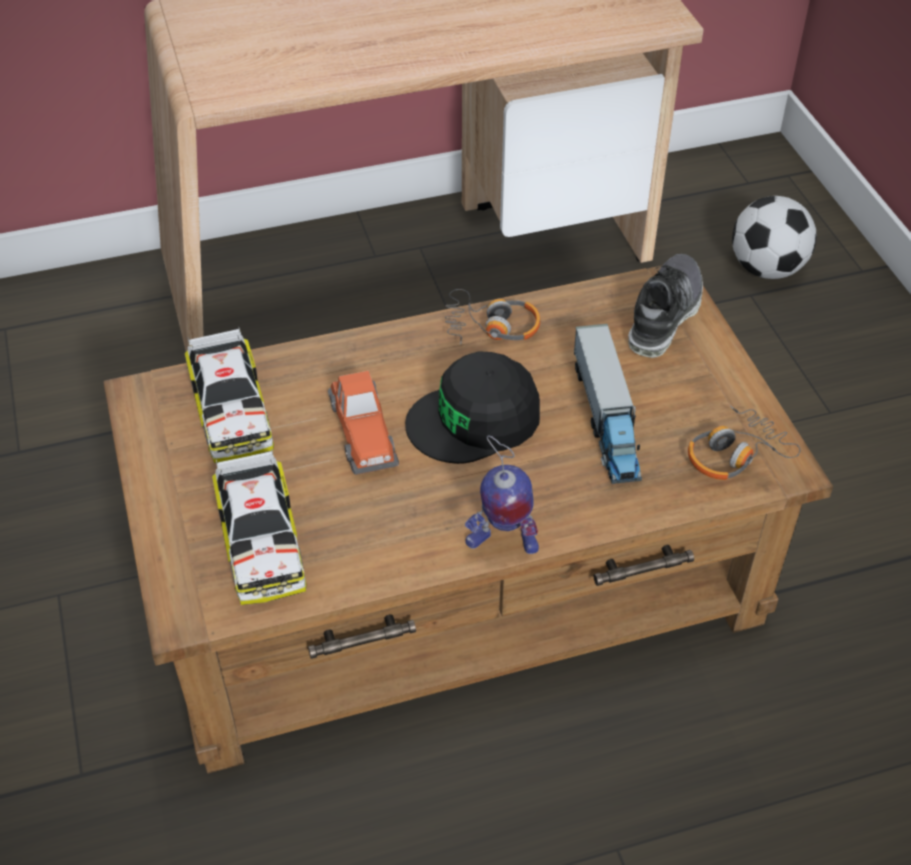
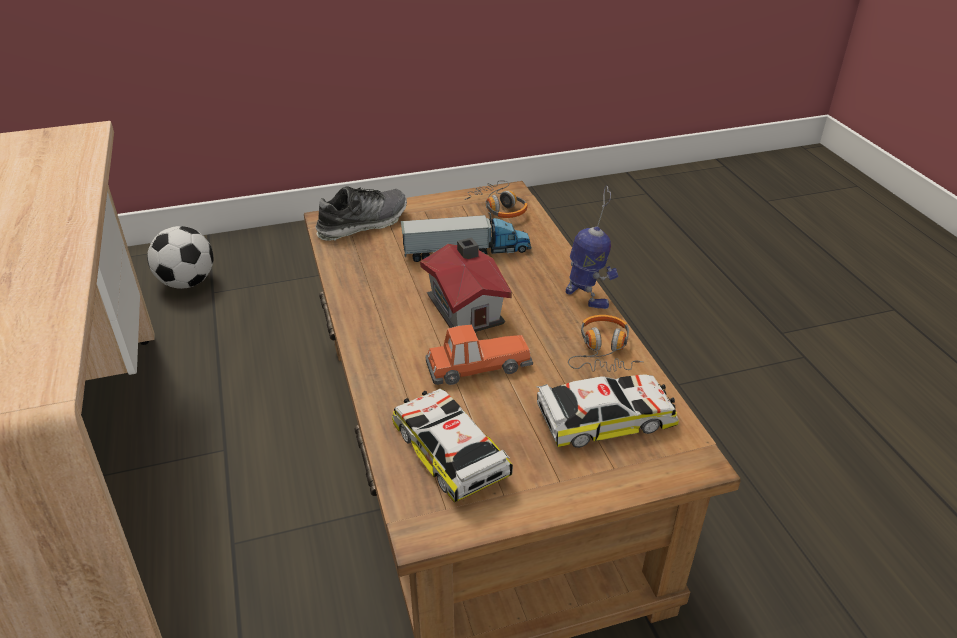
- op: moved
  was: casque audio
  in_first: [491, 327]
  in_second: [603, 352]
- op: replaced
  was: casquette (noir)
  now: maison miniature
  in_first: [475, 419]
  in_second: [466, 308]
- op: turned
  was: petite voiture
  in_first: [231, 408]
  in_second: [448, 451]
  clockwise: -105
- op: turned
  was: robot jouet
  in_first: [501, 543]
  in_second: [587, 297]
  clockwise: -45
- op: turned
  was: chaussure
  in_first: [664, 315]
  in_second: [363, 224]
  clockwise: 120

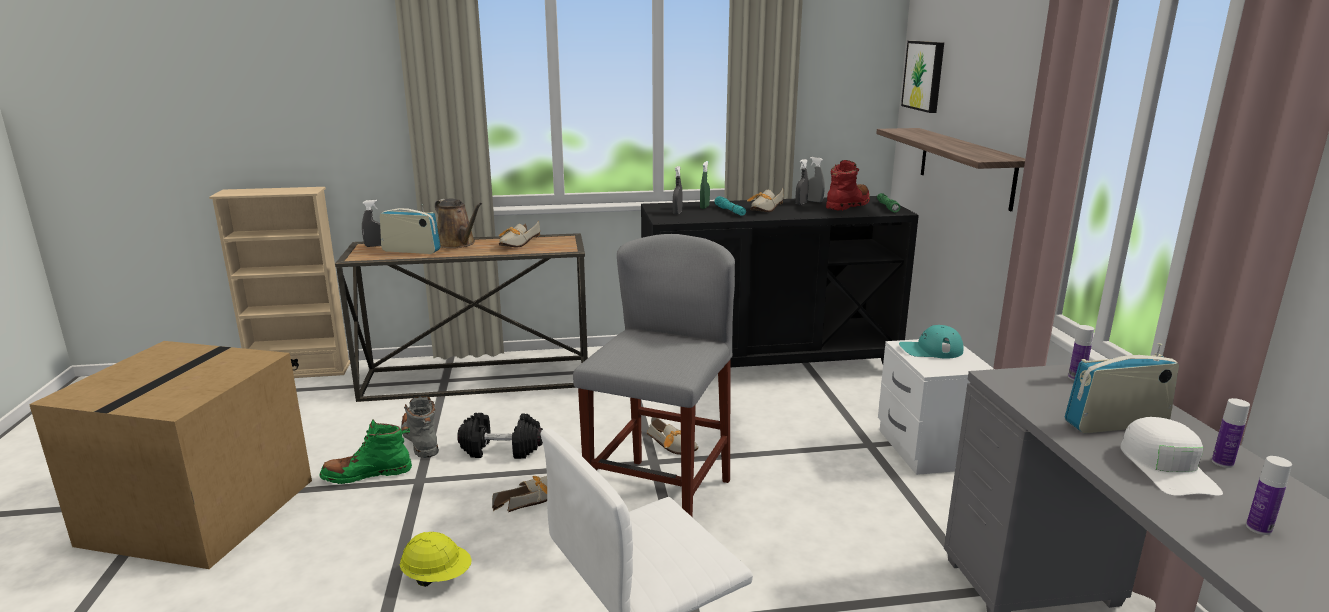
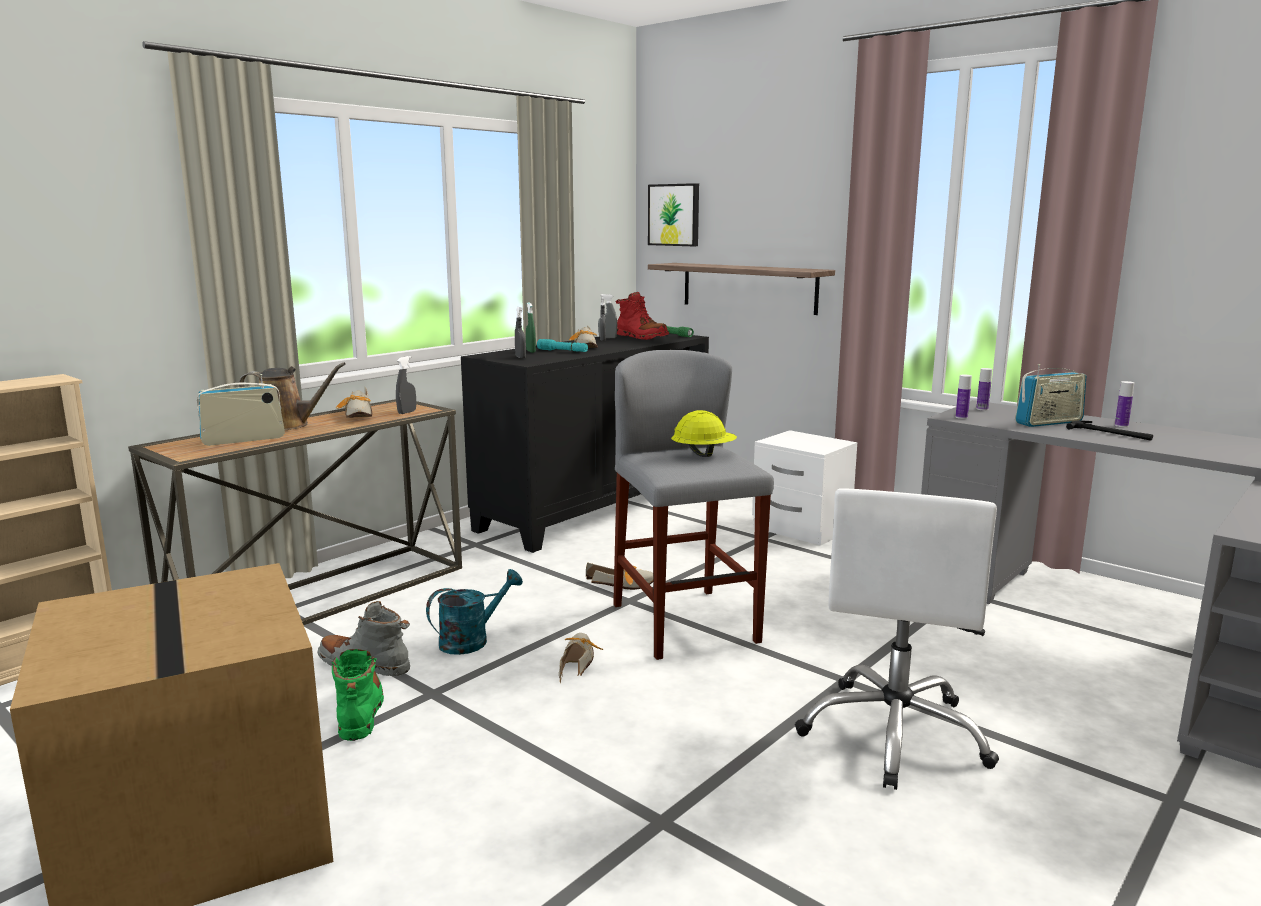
- op: removed
  was: casquette (turquoise)
  in_first: [930, 349]
- op: moved
  was: vaporisateur (gris)
  in_first: [375, 246]
  in_second: [407, 412]
- op: moved
  was: casque de chantier (jaune)
  in_first: [437, 577]
  in_second: [703, 454]
- op: moved
  was: bouteille
  in_first: [1258, 528]
  in_second: [961, 417]
- op: replaced
  was: haltère (noir)
  now: arrosoir (turquoise)
  in_first: [502, 449]
  in_second: [472, 640]
- op: replaced
  was: casquette (blanc)
  now: marteau
  in_first: [1166, 468]
  in_second: [1110, 433]
- op: turned
  was: botte (vert)
  in_first: [367, 474]
  in_second: [360, 711]
  clockwise: 135
- op: turned
  was: botte (rouge)
  in_first: [848, 205]
  in_second: [641, 337]
  clockwise: 135
- op: turned
  was: radio
  in_first: [1115, 424]
  in_second: [1048, 422]
  clockwise: -150

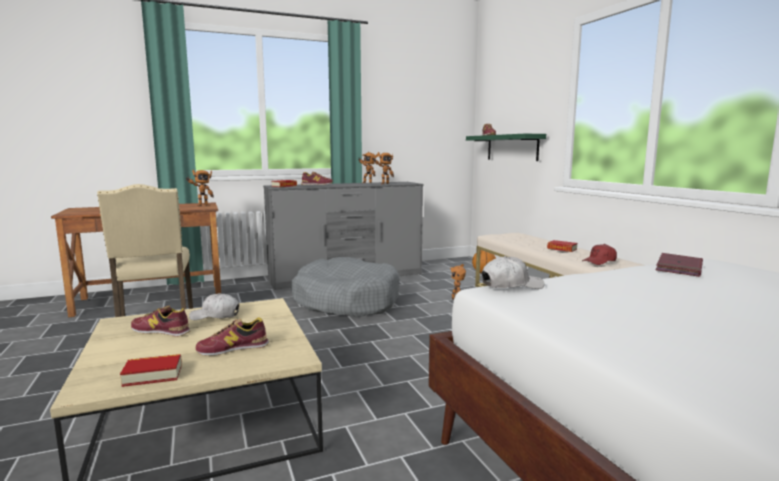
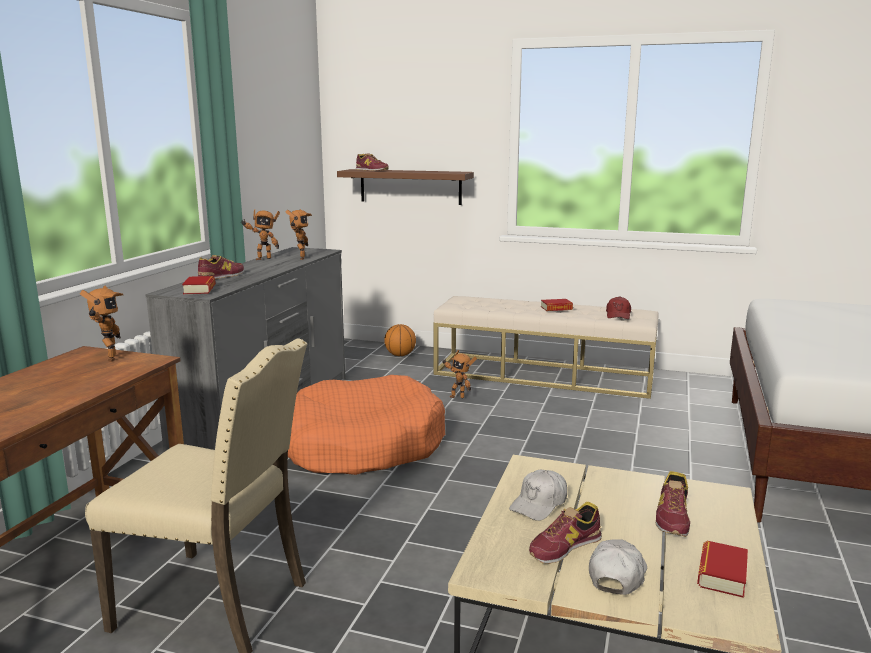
- op: removed
  was: livre (rouge)
  in_first: [679, 268]
- op: moved
  was: casquette (blanc)
  in_first: [511, 285]
  in_second: [617, 575]
- op: recoloured
  was: panier pour chien (gris)
  now: panier pour chien (orange)
  in_first: [346, 301]
  in_second: [361, 445]
- op: recoloured
  was: étagère (vert)
  now: étagère (marron)
  in_first: [512, 147]
  in_second: [410, 186]

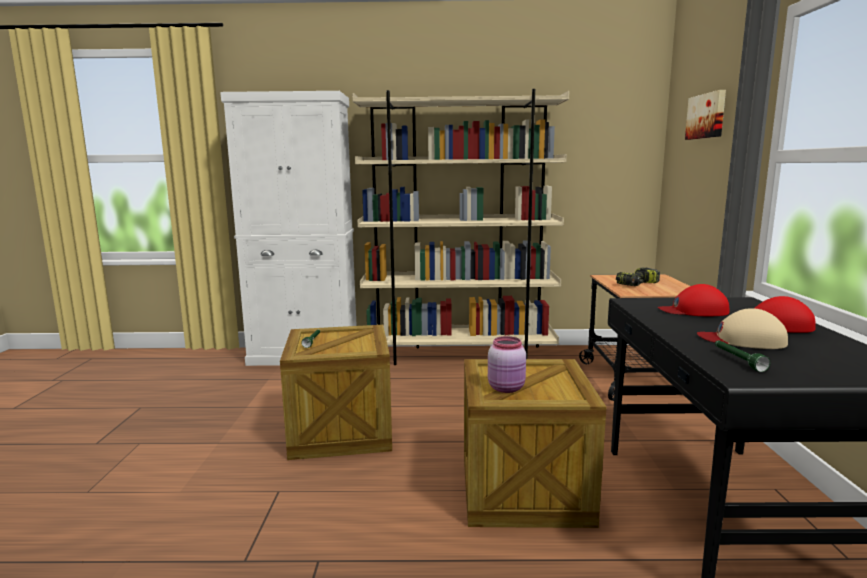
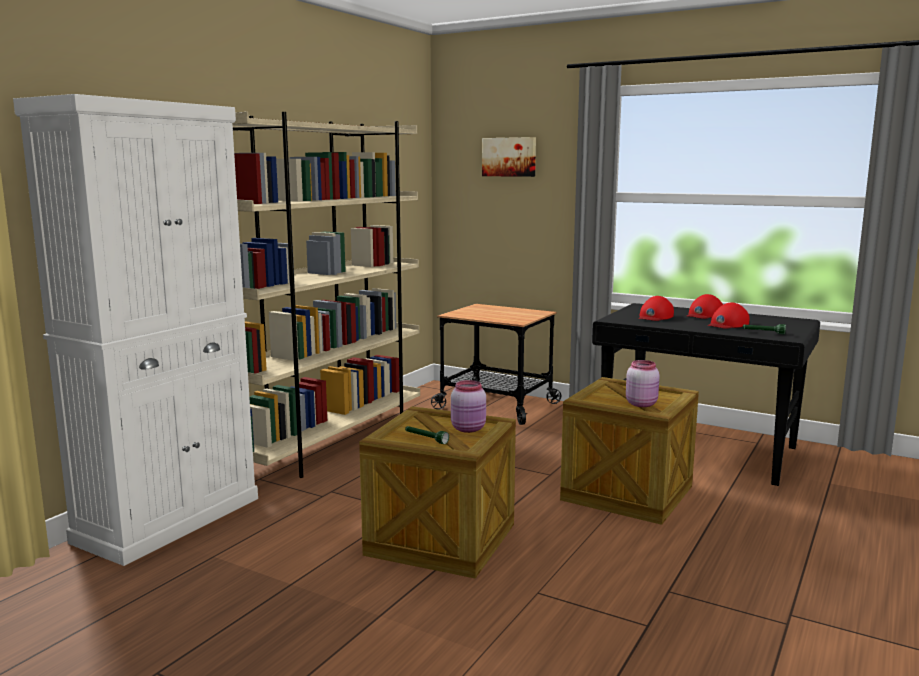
- op: removed
  was: perceuse
  in_first: [638, 284]
- op: added
  now: bocal (rose)
  in_second: [469, 429]
- op: recoloured
  was: casquette (beige)
  now: casquette (rouge)
  in_first: [742, 340]
  in_second: [727, 324]

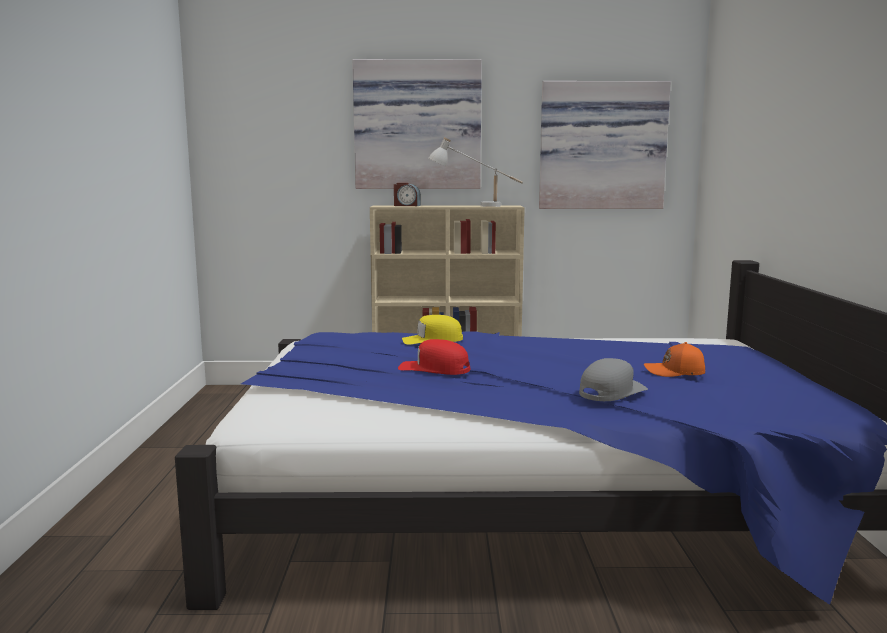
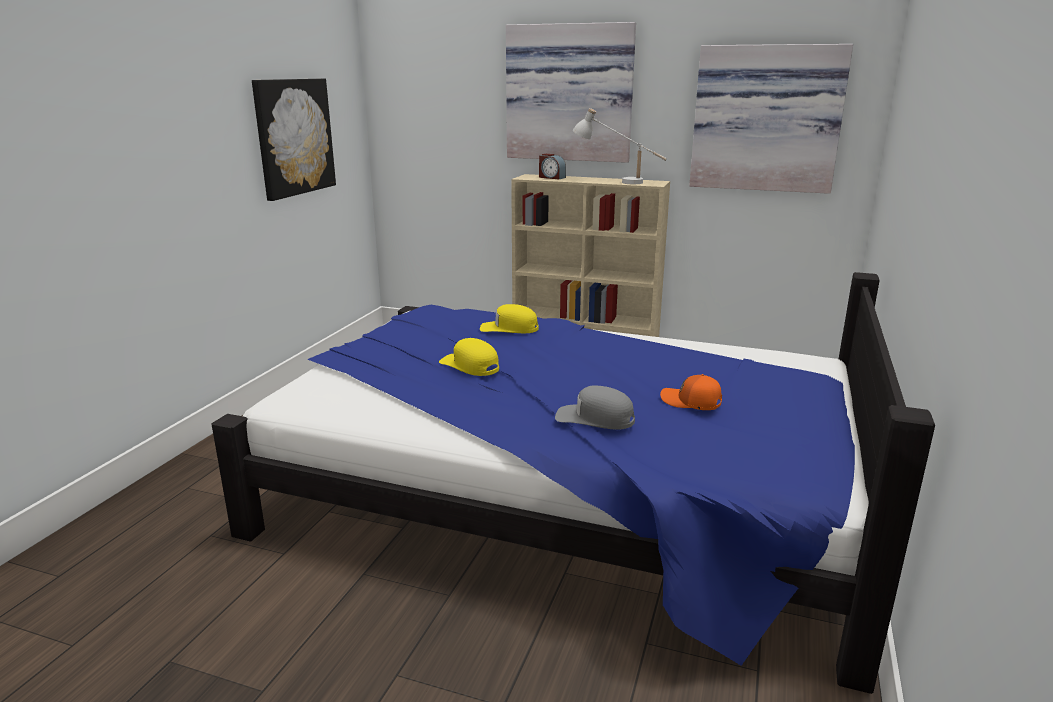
- op: added
  now: tableau
  in_second: [294, 137]
- op: recoloured
  was: casquette (rouge)
  now: casquette (jaune)
  in_first: [434, 369]
  in_second: [470, 365]
- op: turned
  was: casquette (gris)
  in_first: [611, 392]
  in_second: [595, 418]
  clockwise: -135

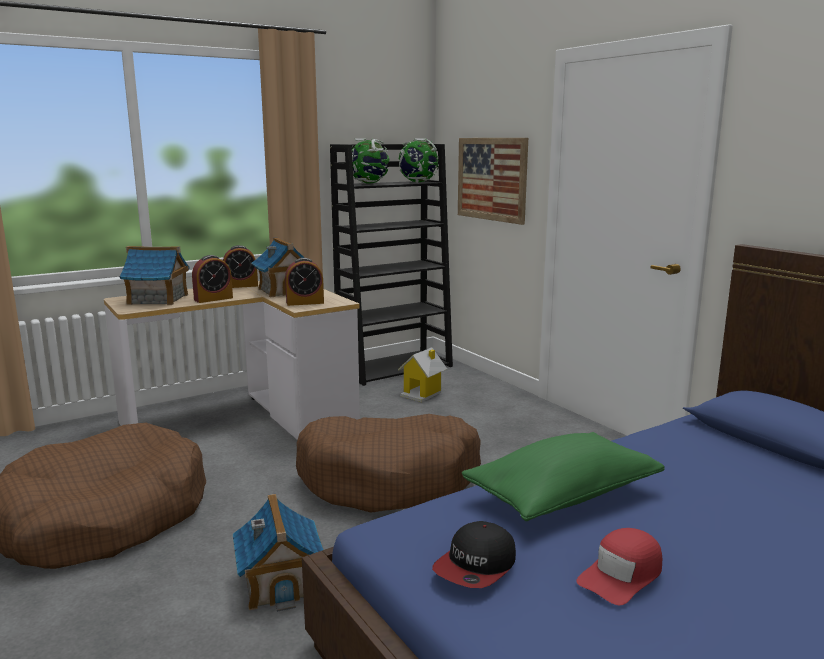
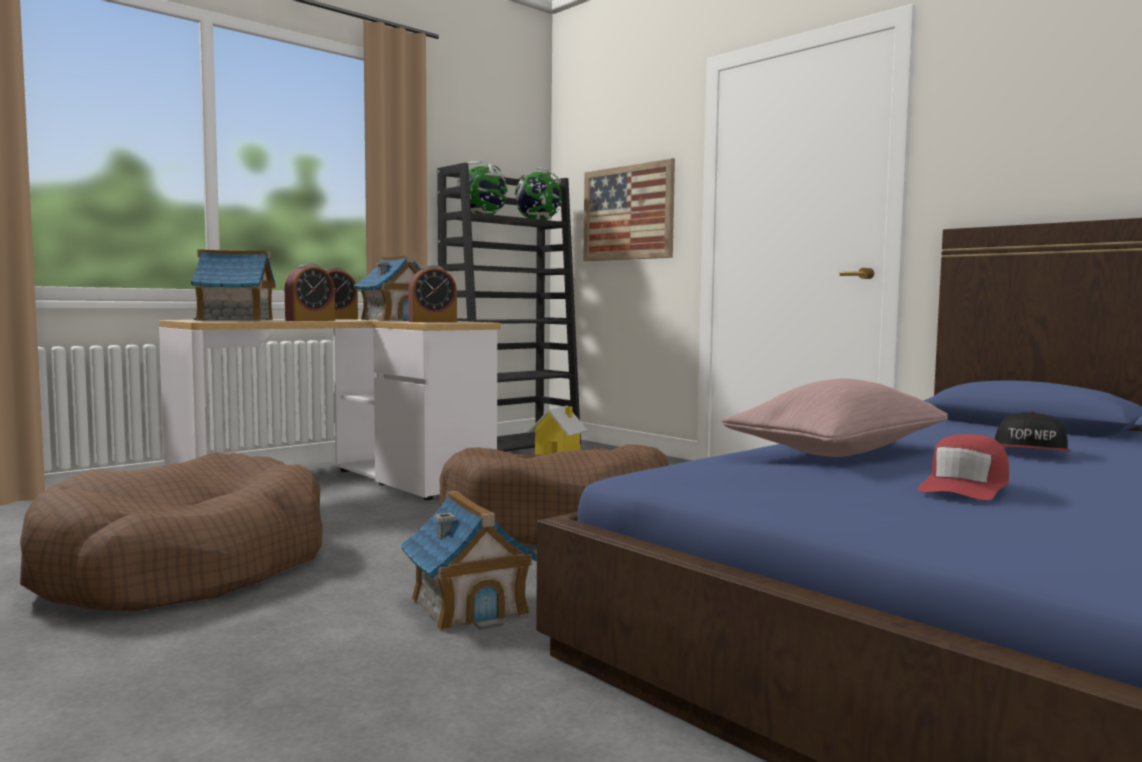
- op: moved
  was: casquette
  in_first: [476, 566]
  in_second: [1031, 451]
- op: recoloured
  was: coussin (vert)
  now: coussin (rose)
  in_first: [562, 496]
  in_second: [837, 453]

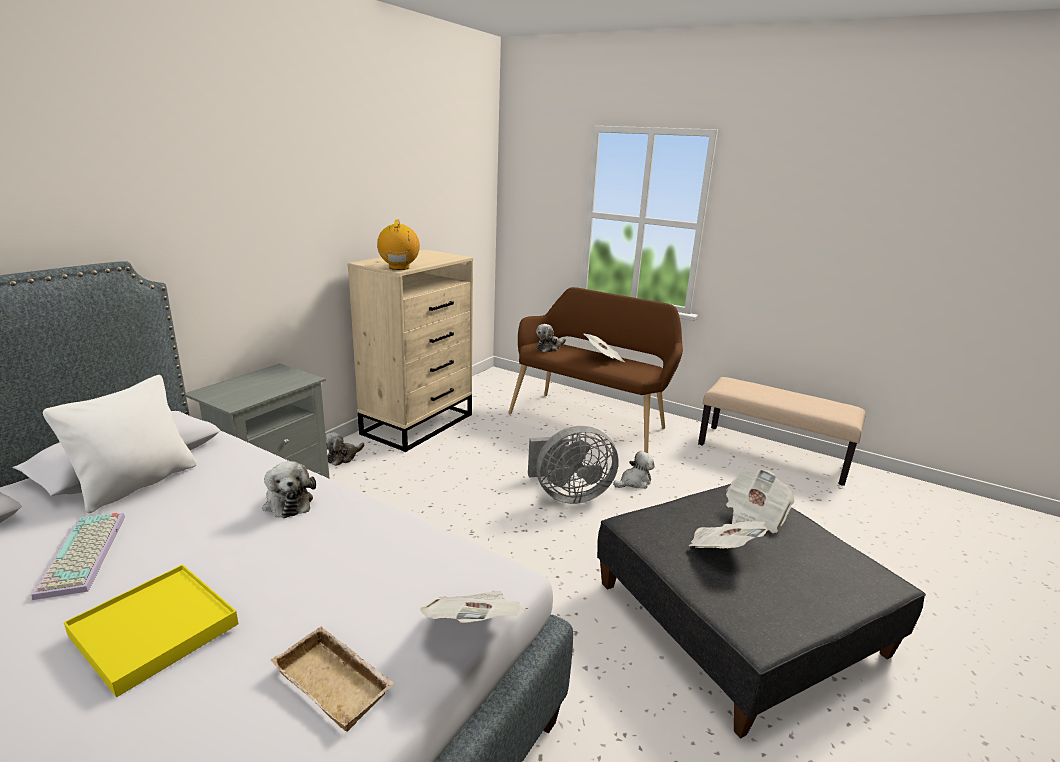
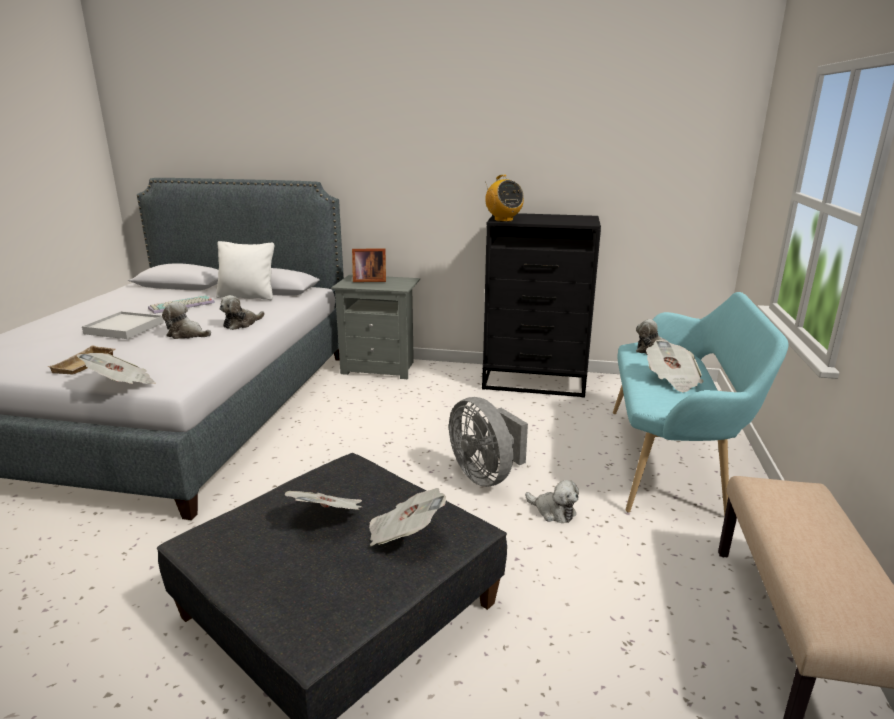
- op: added
  now: cadre photo
  in_second: [368, 280]
- op: moved
  was: peluche
  in_first: [343, 457]
  in_second: [187, 334]
- op: recoloured
  was: plateau (jaune)
  now: plateau (blanc)
  in_first: [155, 629]
  in_second: [125, 328]
- op: recoloured
  was: commode (beige)
  now: commode (noir)
  in_first: [419, 424]
  in_second: [535, 381]
- op: recoloured
  was: banc (marron)
  now: banc (turquoise)
  in_first: [591, 419]
  in_second: [672, 461]
- op: turned
  was: radio
  in_first: [399, 268]
  in_second: [503, 220]
  clockwise: 90

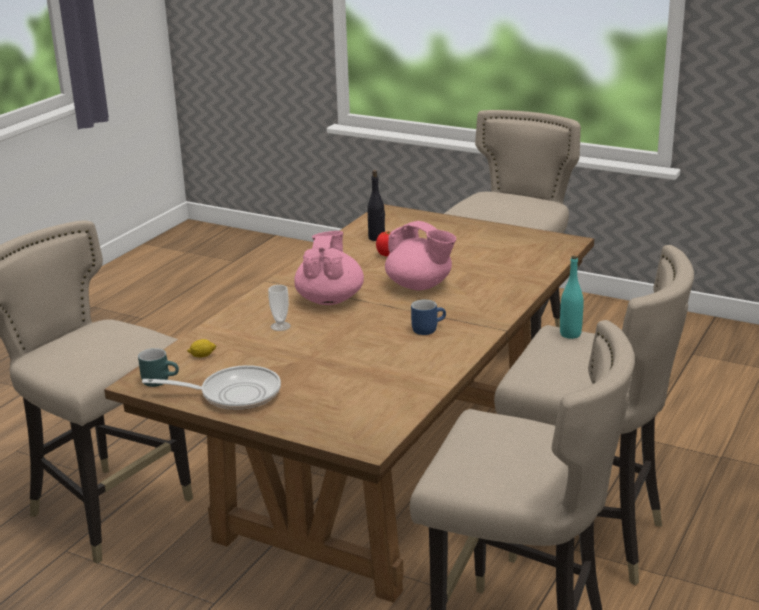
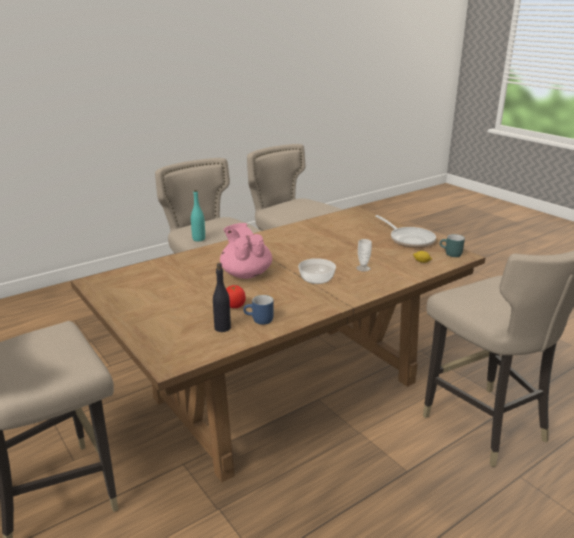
- op: moved
  was: mug (bleu)
  in_first: [427, 328]
  in_second: [259, 320]
- op: replaced
  was: théière (rose)
  now: bol
  in_first: [330, 299]
  in_second: [316, 279]
- op: turned
  was: poêle
  in_first: [233, 394]
  in_second: [409, 239]
  clockwise: -150

